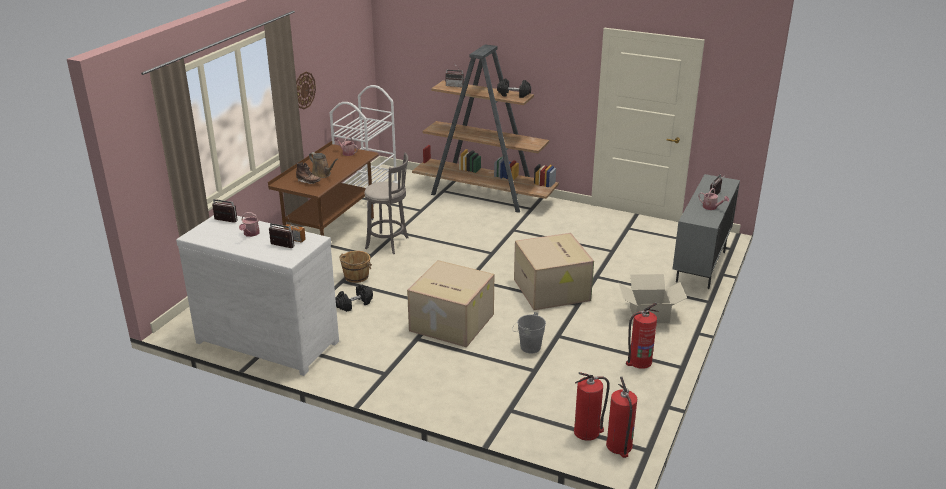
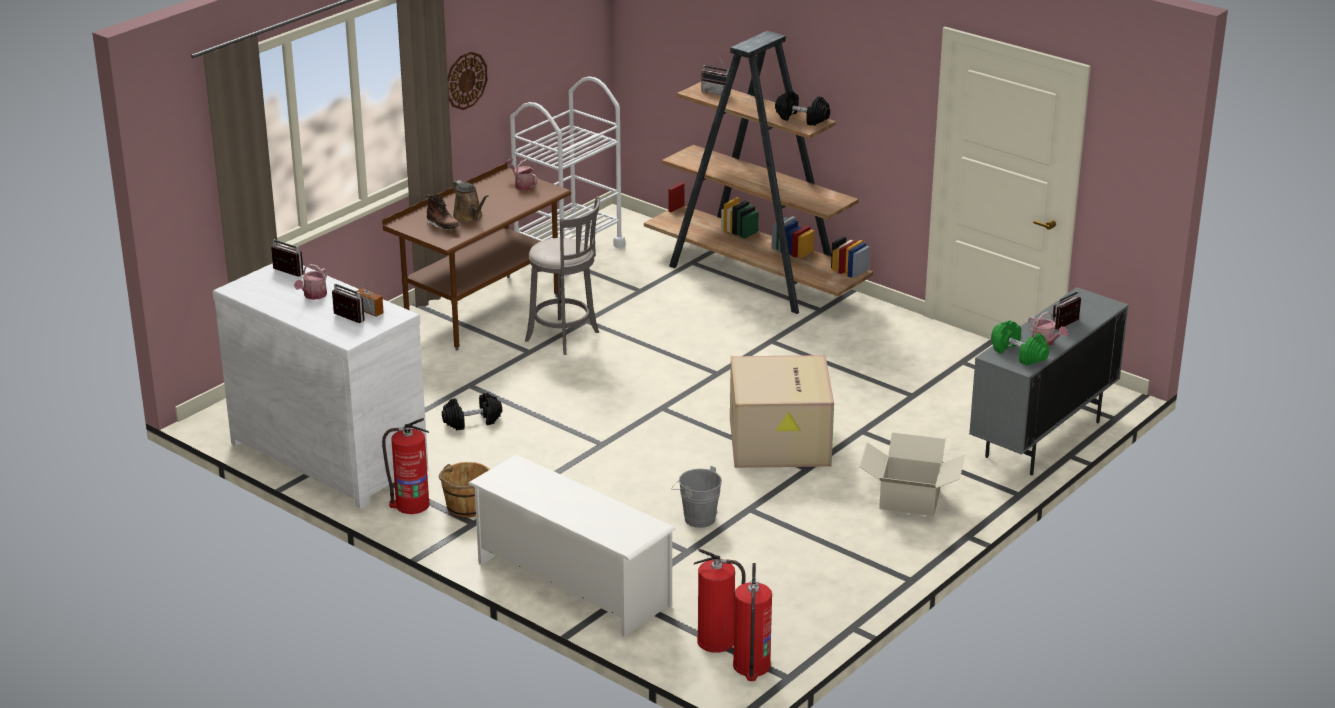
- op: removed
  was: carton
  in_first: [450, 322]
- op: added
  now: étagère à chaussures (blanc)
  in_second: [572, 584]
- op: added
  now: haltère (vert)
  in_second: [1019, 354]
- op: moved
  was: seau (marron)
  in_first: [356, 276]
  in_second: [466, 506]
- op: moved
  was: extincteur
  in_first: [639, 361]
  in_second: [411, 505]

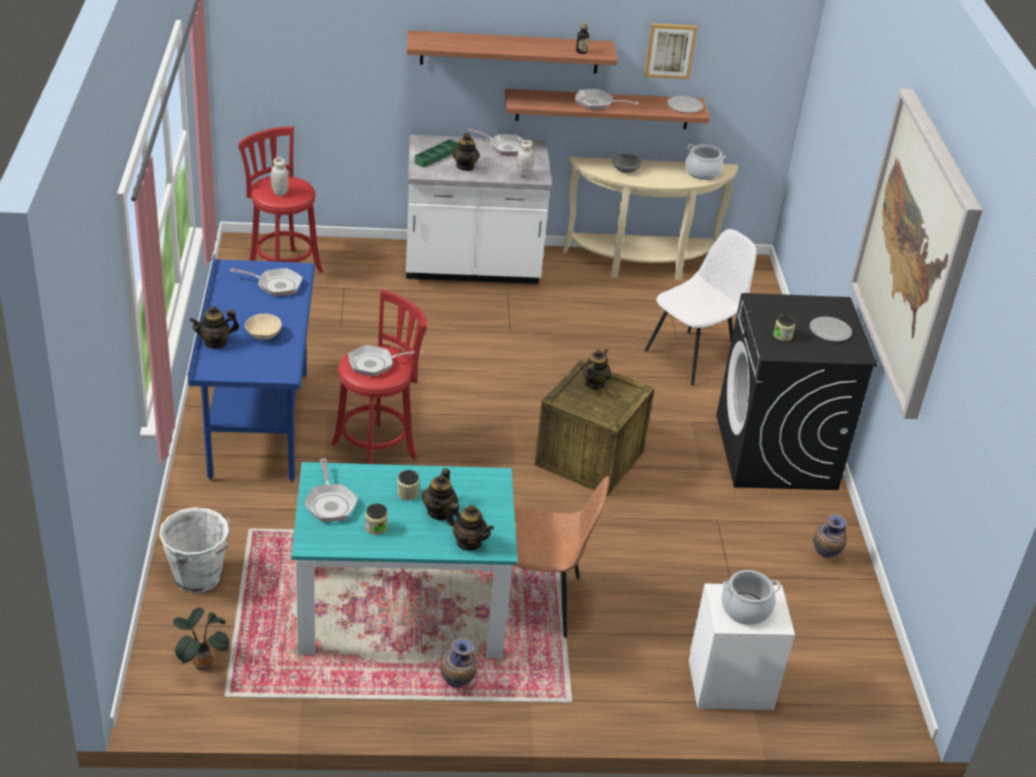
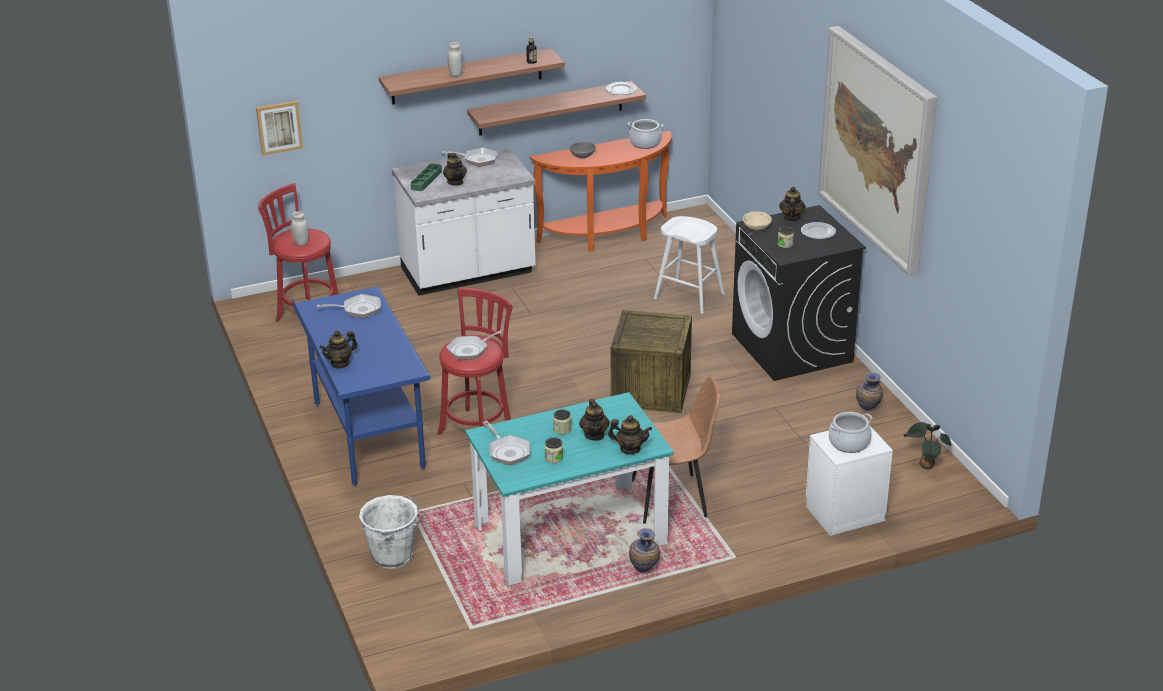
- op: removed
  was: poêle
  in_first: [597, 103]
- op: moved
  was: plante en pot
  in_first: [201, 663]
  in_second: [924, 465]
- op: moved
  was: bol (beige)
  in_first: [264, 334]
  in_second: [756, 227]
- op: moved
  was: bocal (blanc)
  in_first: [523, 175]
  in_second: [455, 74]
- op: moved
  was: théière
  in_first: [594, 383]
  in_second: [791, 217]
- op: moved
  was: tableau
  in_first: [670, 50]
  in_second: [279, 127]
- op: replaced
  was: chaise (blanc)
  now: tabouret (blanc)
  in_first: [692, 357]
  in_second: [689, 296]
- op: recoloured
  was: table console (beige)
  now: table console (orange)
  in_first: [642, 265]
  in_second: [608, 236]

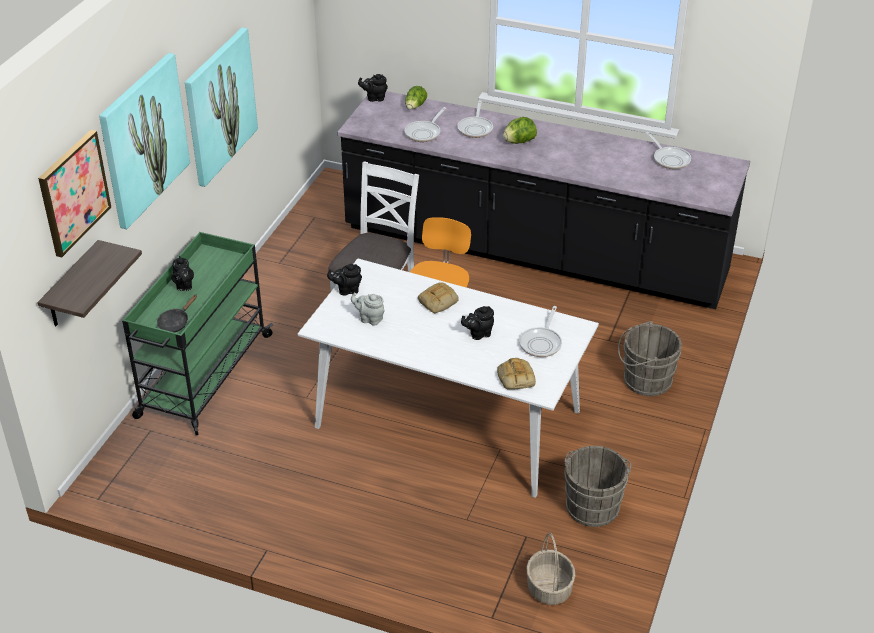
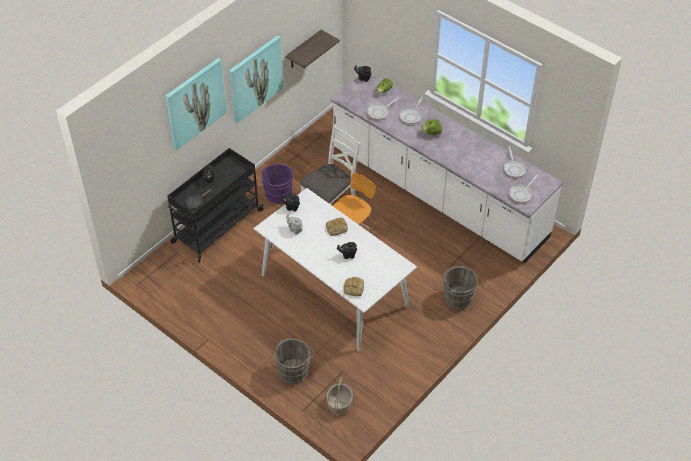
- op: removed
  was: tableau
  in_first: [73, 192]
- op: added
  now: seau (violet)
  in_second: [278, 192]
- op: moved
  was: étagère
  in_first: [72, 286]
  in_second: [303, 50]
- op: moved
  was: poêle
  in_first: [541, 343]
  in_second: [522, 194]
- op: moved
  was: seau (gris)
  in_first: [593, 505]
  in_second: [294, 370]
- op: recoloured
  was: chariot (vert)
  now: chariot (noir)
  in_first: [204, 377]
  in_second: [216, 227]
- op: recoloured
  was: comptoir de cuisine (noir)
  now: comptoir de cuisine (blanc)
  in_first: [534, 252]
  in_second: [437, 194]

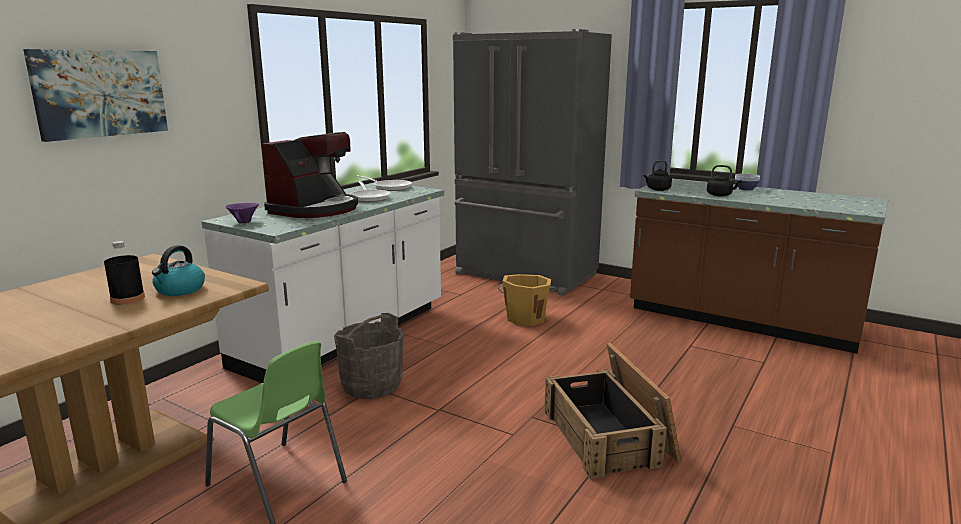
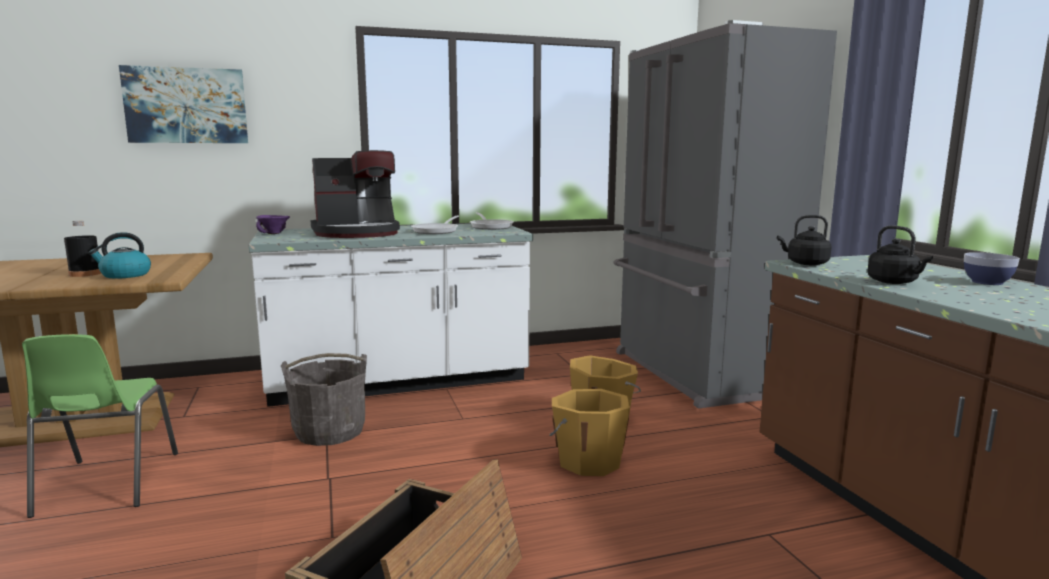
- op: added
  now: seau (orange)
  in_second: [588, 461]

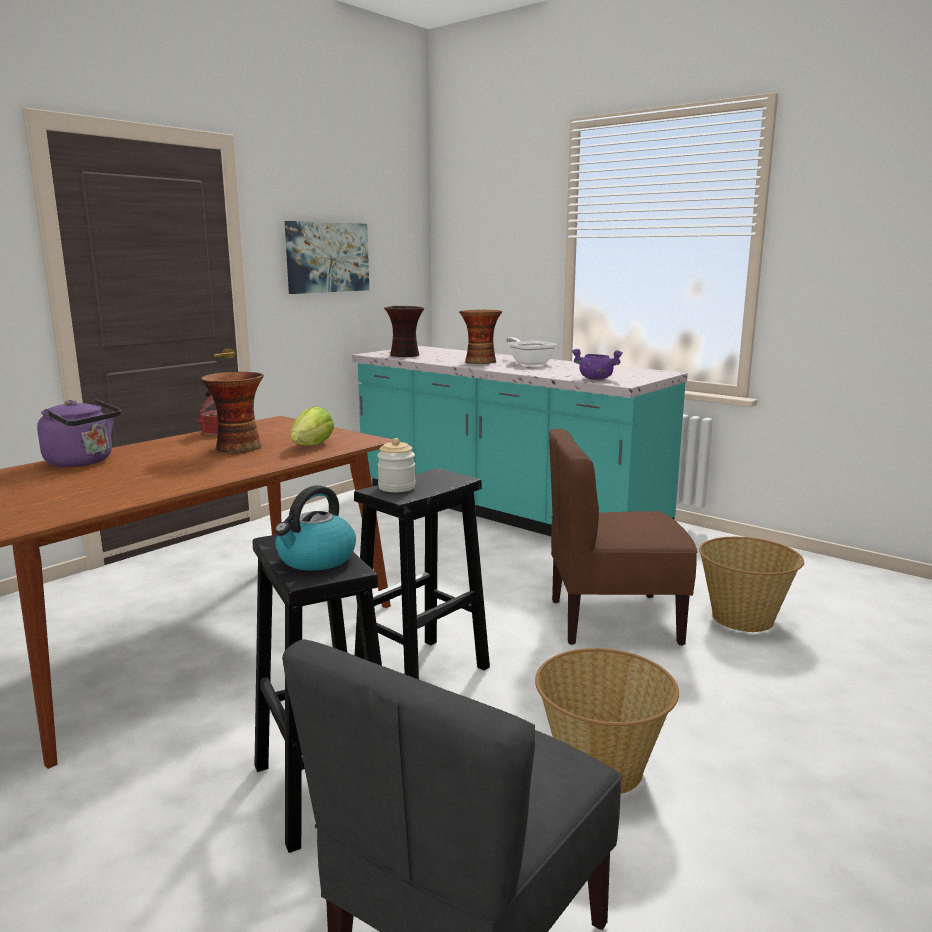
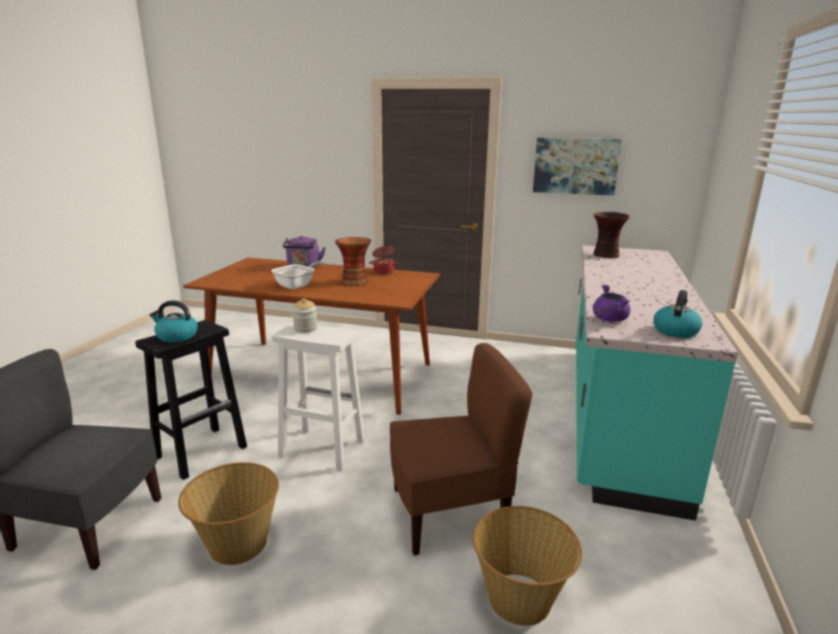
- op: removed
  was: laitue
  in_first: [312, 445]
- op: removed
  was: vase
  in_first: [480, 362]
- op: added
  now: bouilloire
  in_second: [675, 330]
- op: moved
  was: poêle
  in_first: [529, 363]
  in_second: [298, 285]
- op: recoloured
  was: tabouret (noir)
  now: tabouret (blanc)
  in_first: [421, 674]
  in_second: [321, 448]
- op: turned
  was: chaise (marron)
  in_first: [613, 621]
  in_second: [449, 513]
  clockwise: 105

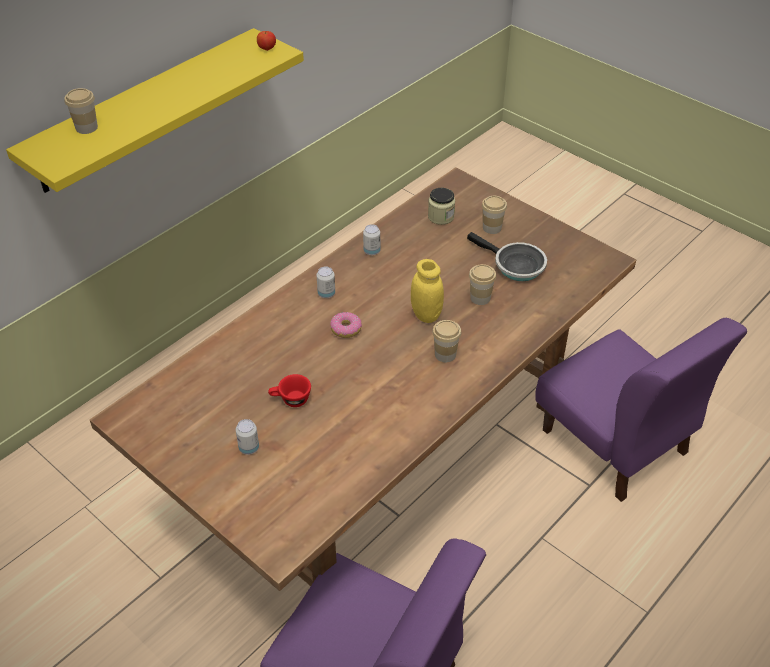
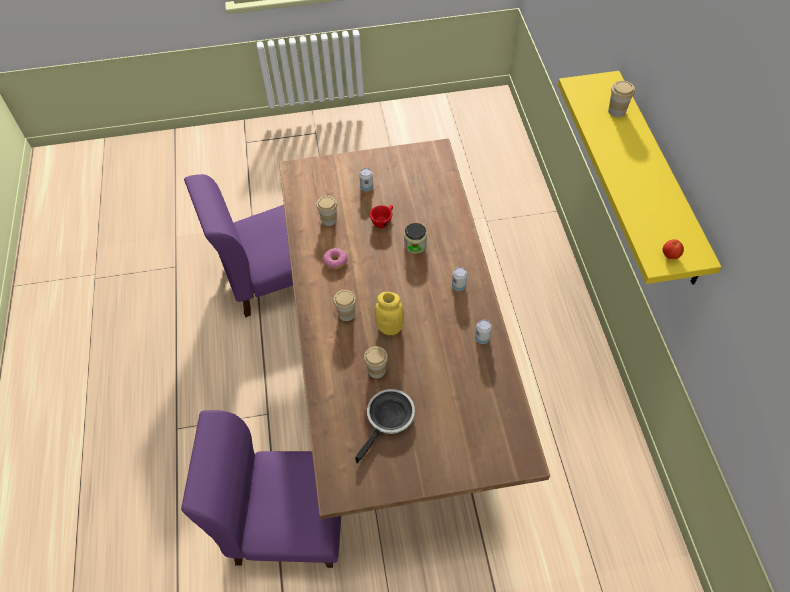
- op: moved
  was: beignet
  in_first: [346, 329]
  in_second: [335, 261]
- op: moved
  was: bocal
  in_first: [441, 216]
  in_second: [415, 245]
- op: moved
  was: tasse
  in_first: [492, 228]
  in_second: [329, 220]
- op: turned
  was: poêle
  in_first: [515, 265]
  in_second: [388, 419]
  clockwise: 135

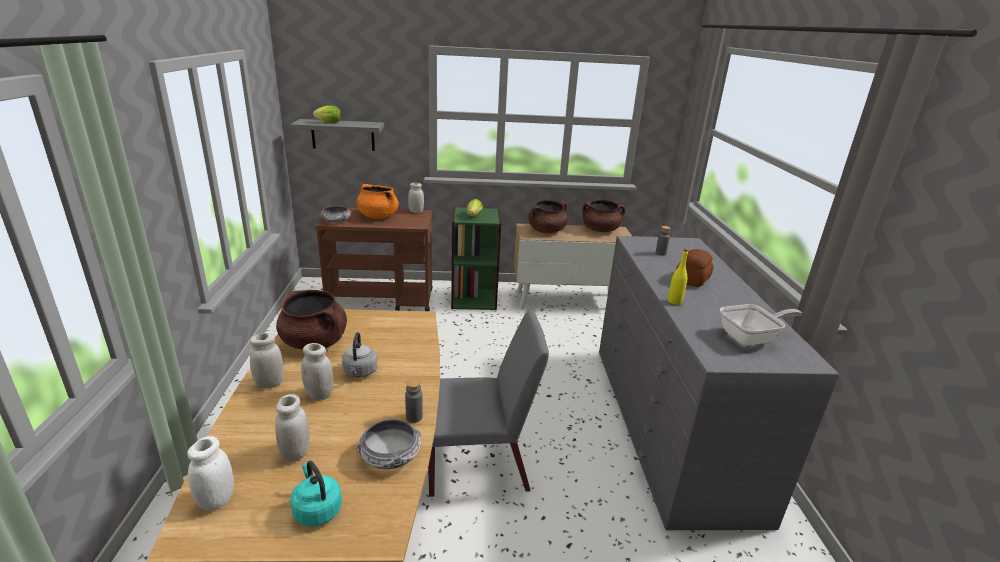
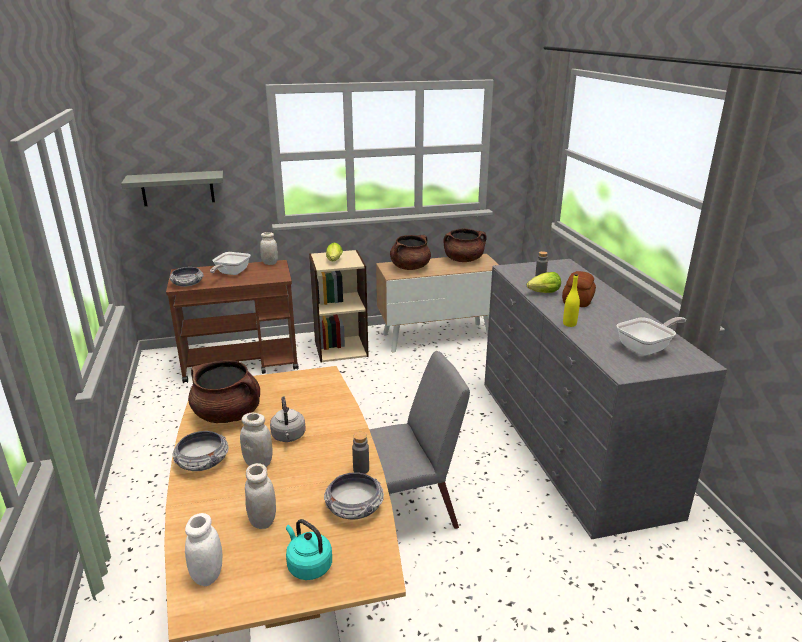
- op: moved
  was: laitue
  in_first: [327, 123]
  in_second: [542, 293]
- op: replaced
  was: bocal (blanc)
  now: bol
  in_first: [269, 383]
  in_second: [202, 461]
- op: replaced
  was: marmite (orange)
  now: poêle
  in_first: [377, 216]
  in_second: [230, 273]
- op: recoloured
  was: bibliothèque (vert)
  now: bibliothèque (beige)
  in_first: [474, 298]
  in_second: [341, 348]

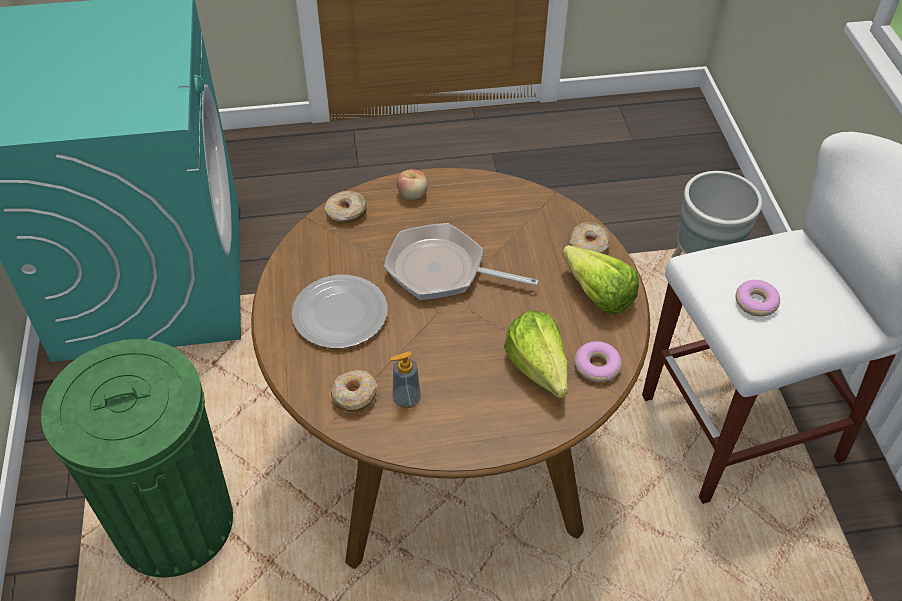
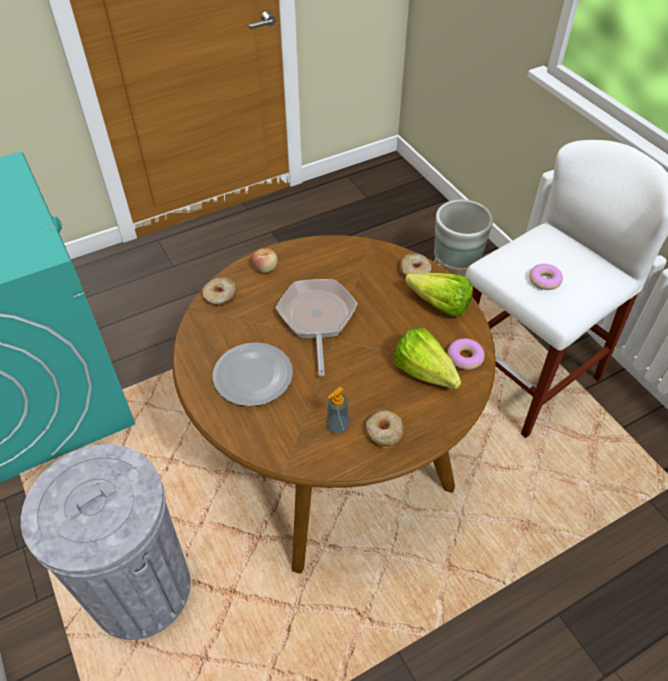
- op: moved
  was: beignet
  in_first: [354, 396]
  in_second: [383, 432]
- op: recoloured
  was: poubelle (vert)
  now: poubelle (gris)
  in_first: [174, 523]
  in_second: [141, 589]
- op: turned
  was: poêle
  in_first: [442, 270]
  in_second: [317, 319]
  clockwise: 90

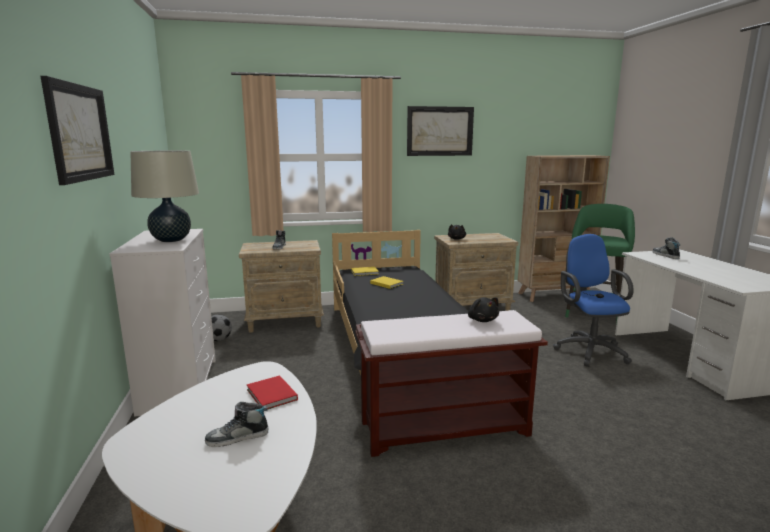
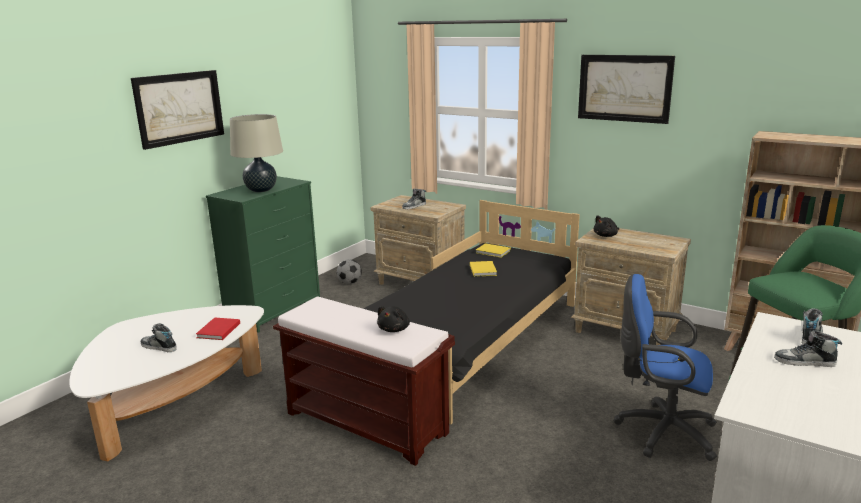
- op: added
  now: chaussure
  in_second: [804, 362]
- op: recoloured
  was: commode (blanc)
  now: commode (vert)
  in_first: [179, 385]
  in_second: [274, 310]
- op: turned
  was: chaise de bureau (bleu)
  in_first: [589, 350]
  in_second: [661, 431]
  clockwise: -105

